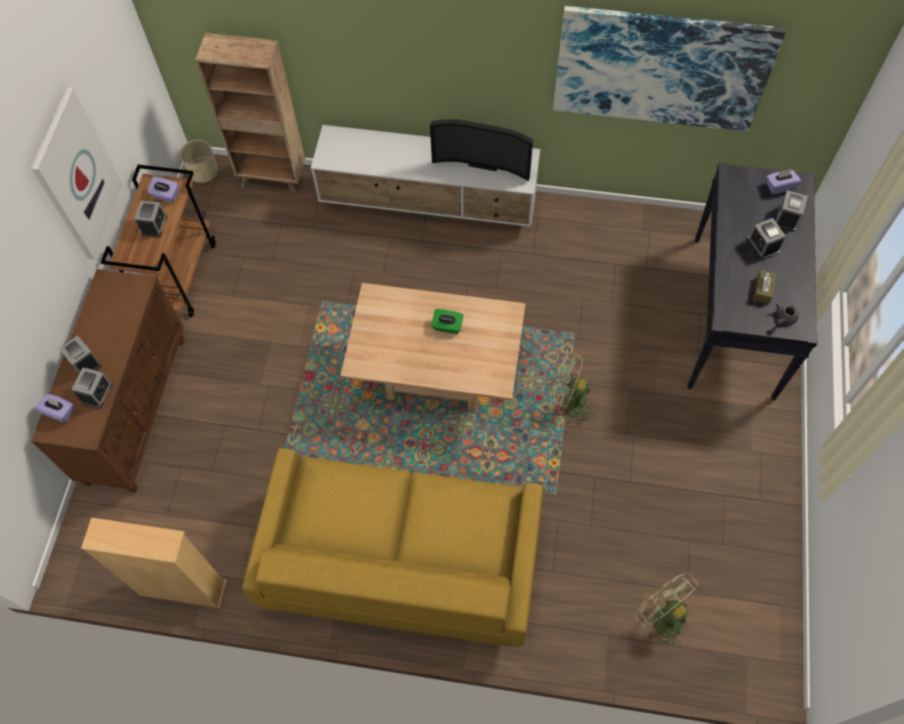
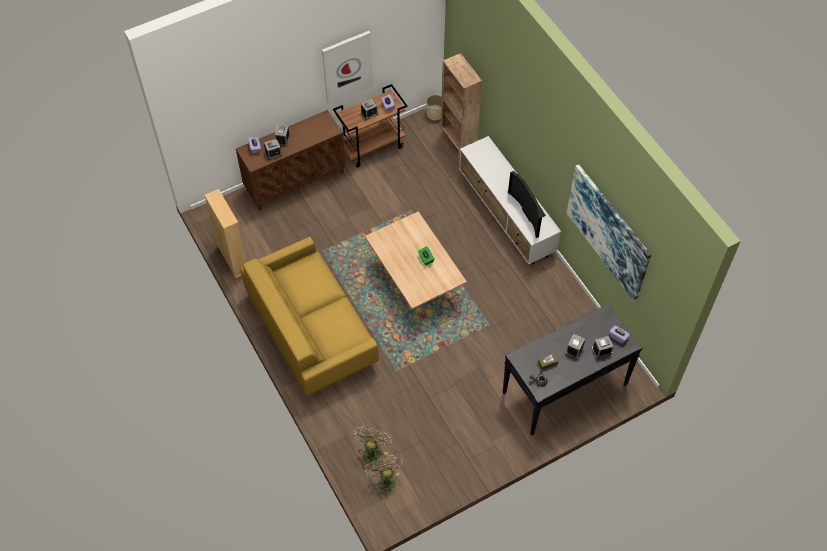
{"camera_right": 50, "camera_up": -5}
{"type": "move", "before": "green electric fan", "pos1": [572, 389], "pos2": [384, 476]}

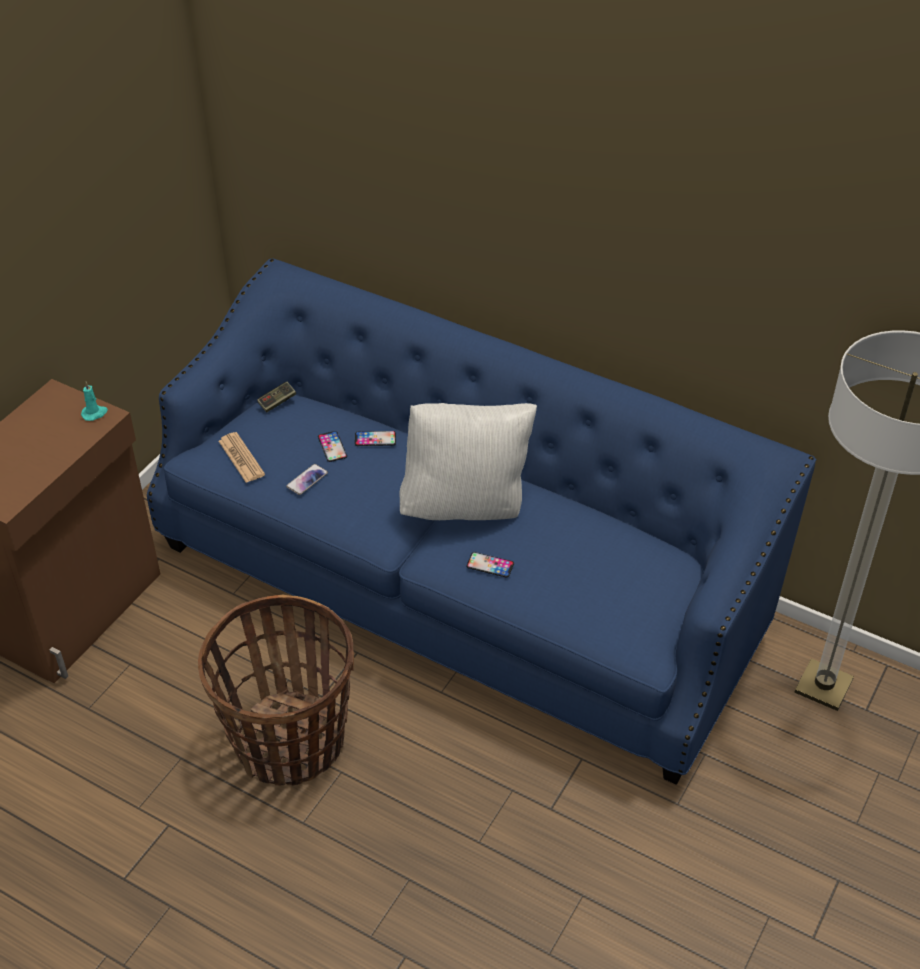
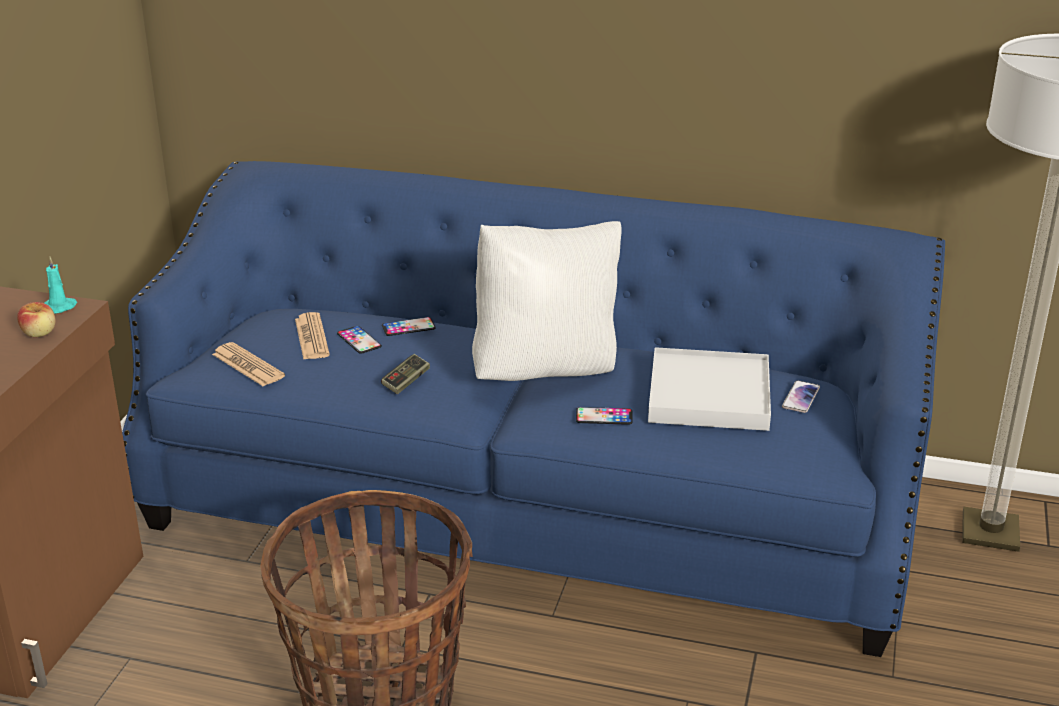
{"camera_right": -15, "camera_up": -15}
{"type": "move", "before": "gamepad", "pos1": [276, 397], "pos2": [405, 374]}
{"type": "move", "before": "phone", "pos1": [307, 479], "pos2": [801, 396]}
{"type": "insert", "after": "apple", "pos2": [36, 319]}
{"type": "insert", "after": "newspaper", "pos2": [312, 336]}
{"type": "insert", "after": "white-coloured tray", "pos2": [709, 389]}

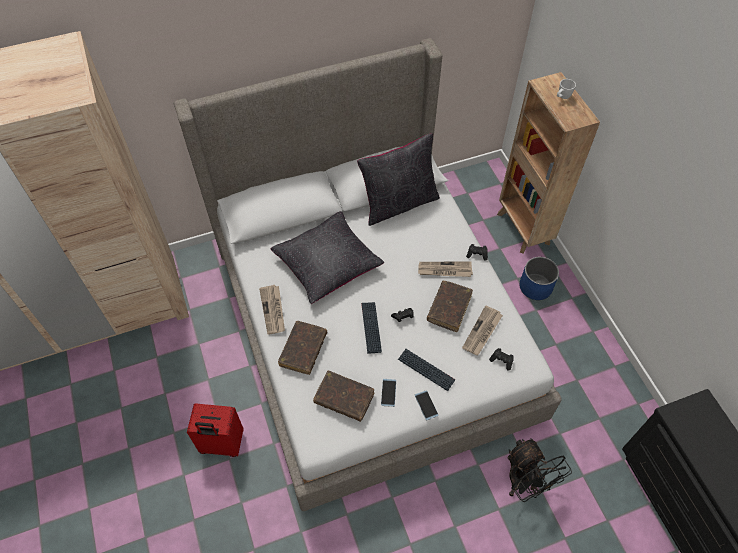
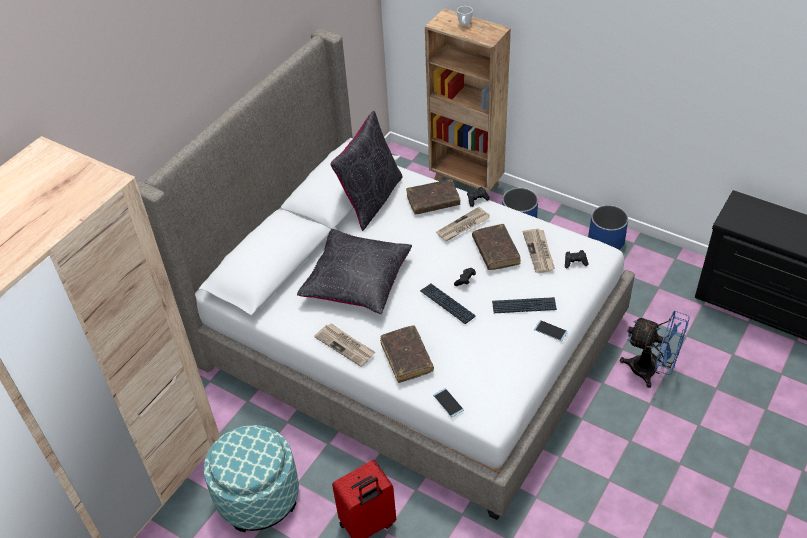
{"camera_right": -35, "camera_up": -10}
{"type": "move", "before": "brown bound book", "pos1": [343, 396], "pos2": [433, 196]}
{"type": "move", "before": "phone", "pos1": [388, 393], "pos2": [448, 402]}
{"type": "recolor", "before": "black electric fan", "after": "blue electric fan", "pos1": [539, 470], "pos2": [655, 349]}
{"type": "insert", "after": "pouffe", "pos2": [251, 478]}
{"type": "insert", "after": "blue plant pot", "pos2": [608, 227]}

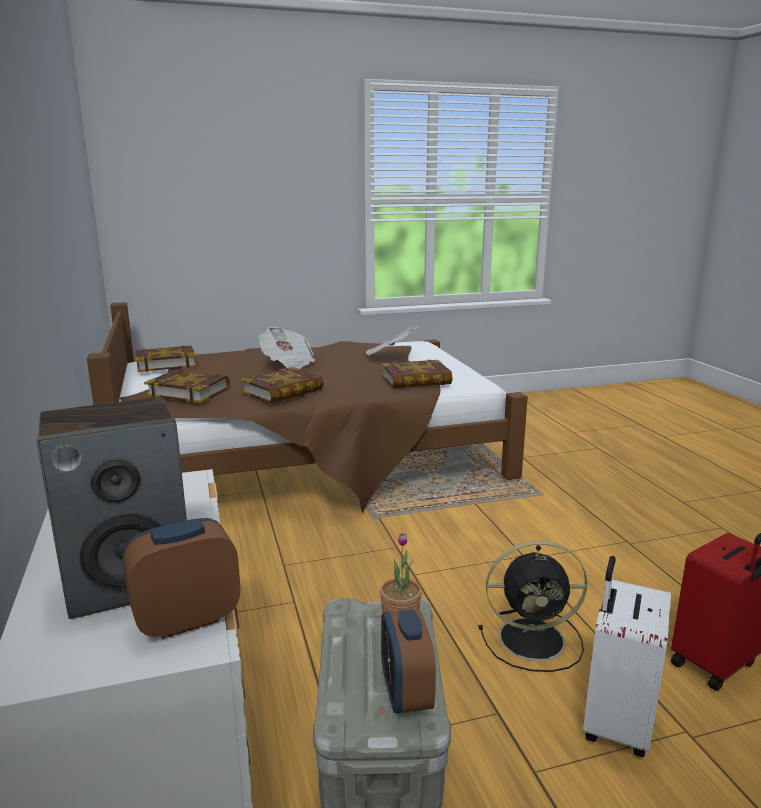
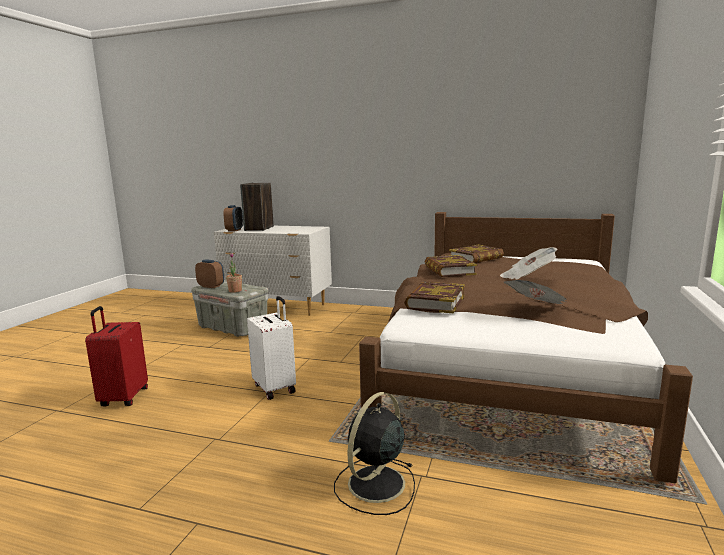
{"camera_right": 125, "camera_up": -5}
{"type": "delete", "before": "bound book", "pos1": [166, 358]}
{"type": "move", "before": "black electric fan", "pos1": [533, 606], "pos2": [374, 453]}
{"type": "move", "before": "white-coloured travel case", "pos1": [627, 656], "pos2": [271, 348]}

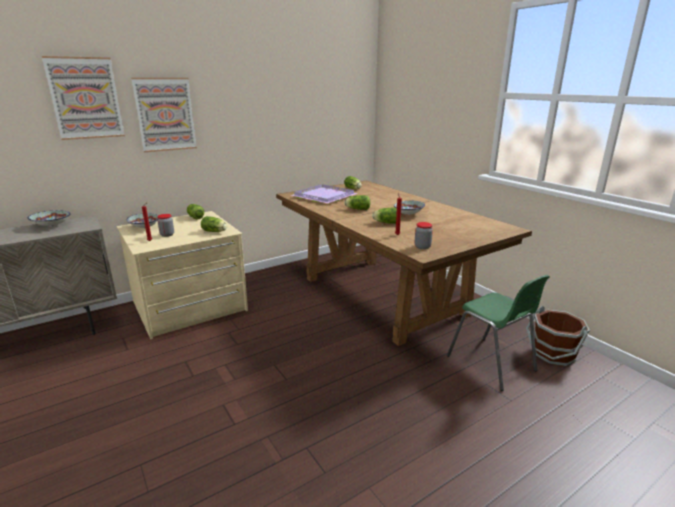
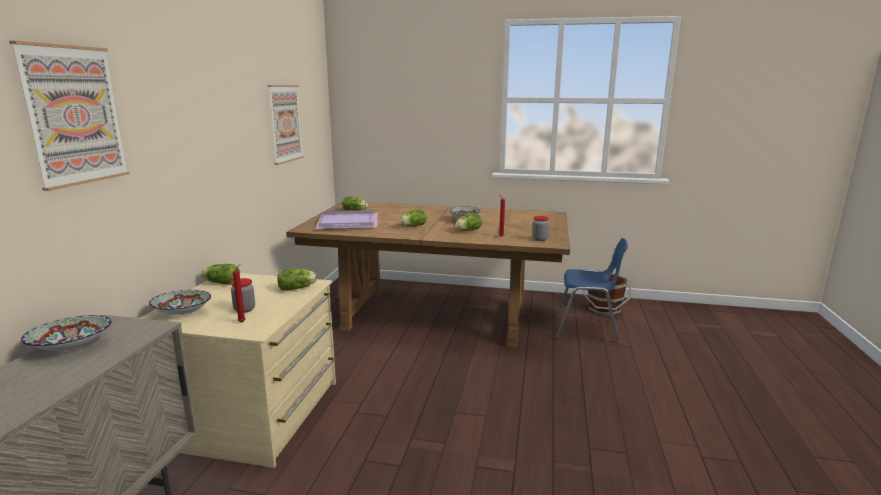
{"camera_right": -45, "camera_up": -5}
{"type": "move", "before": "wall art", "pos1": [164, 115], "pos2": [285, 125]}
{"type": "recolor", "before": "green plain chair", "after": "blue plain chair", "pos1": [498, 333], "pos2": [592, 291]}

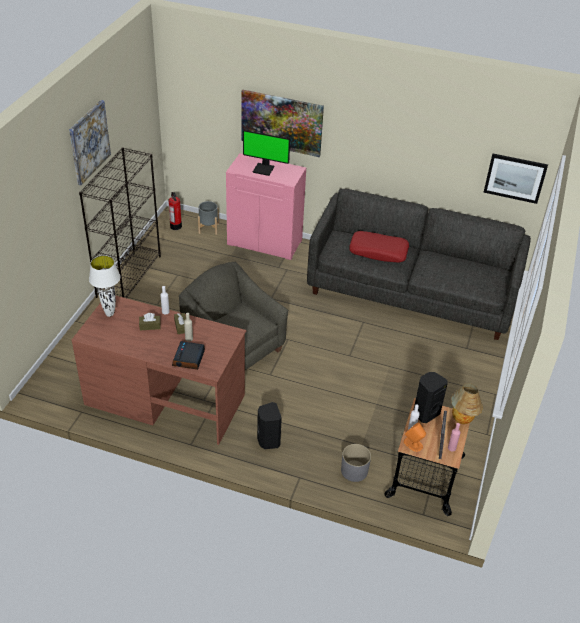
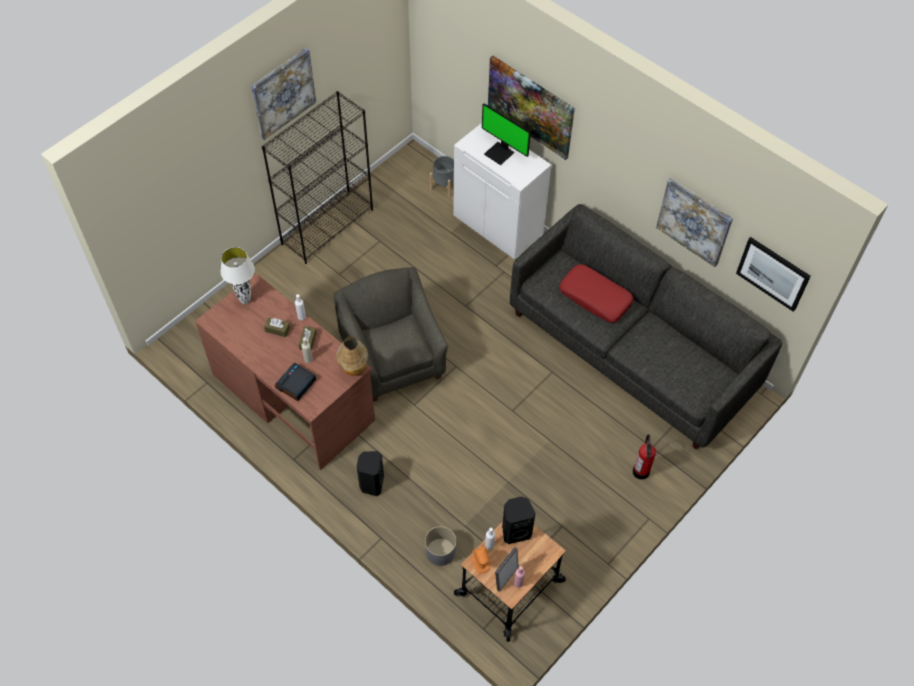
{"camera_right": 25, "camera_up": 15}
{"type": "move", "before": "extinguisher", "pos1": [175, 211], "pos2": [644, 457]}
{"type": "recolor", "before": "pink-coloured cabinet", "after": "white-coloured cabinet", "pos1": [266, 206], "pos2": [502, 191]}
{"type": "move", "before": "tabletop lamp", "pos1": [467, 403], "pos2": [352, 356]}
{"type": "insert", "after": "wall art", "pos2": [694, 222]}

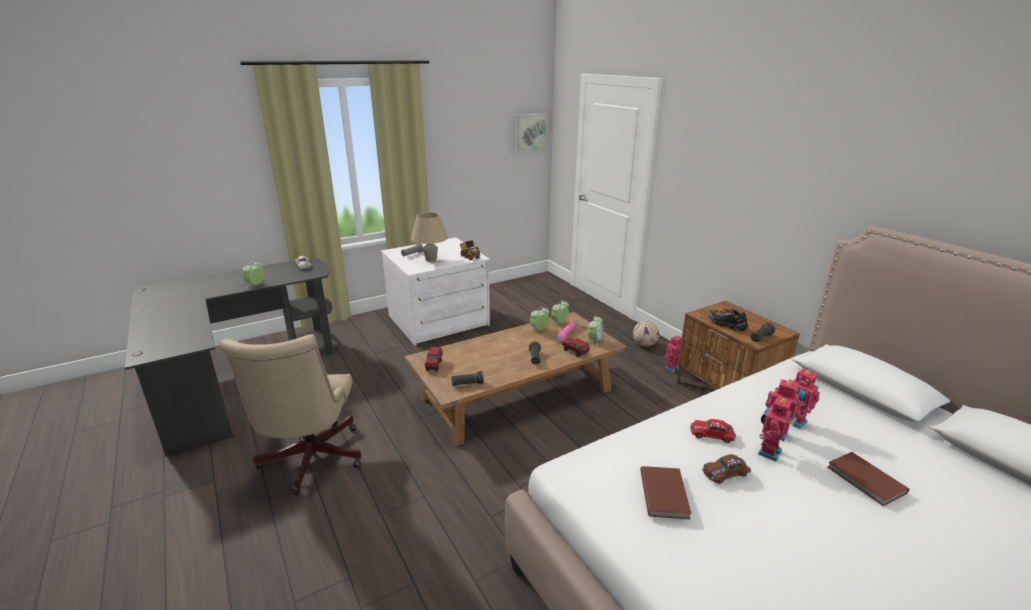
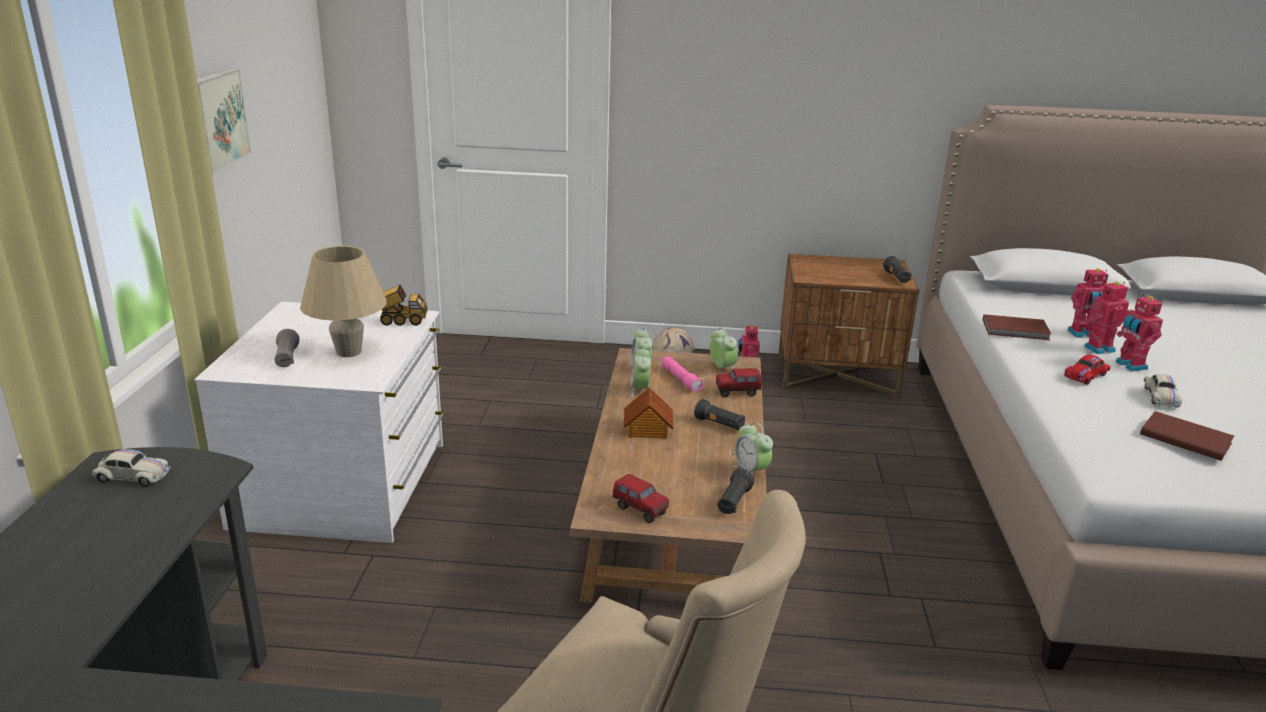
{"camera_right": -55, "camera_up": 0}
{"type": "move", "before": "alarm clock", "pos1": [254, 274], "pos2": [753, 452]}
{"type": "move", "before": "wall art", "pos1": [531, 133], "pos2": [224, 120]}
{"type": "recolor", "before": "brown model car", "after": "white-coloured model car", "pos1": [726, 469], "pos2": [1163, 390]}
{"type": "delete", "before": "black item of footwear", "pos1": [728, 320]}
{"type": "move", "before": "brown bound book", "pos1": [868, 479], "pos2": [1017, 327]}
{"type": "insert", "after": "toy house", "pos2": [649, 413]}

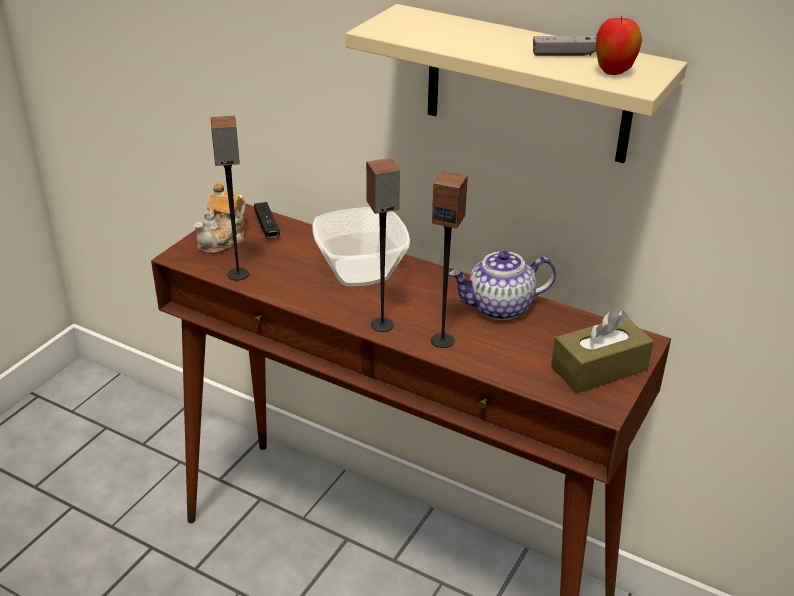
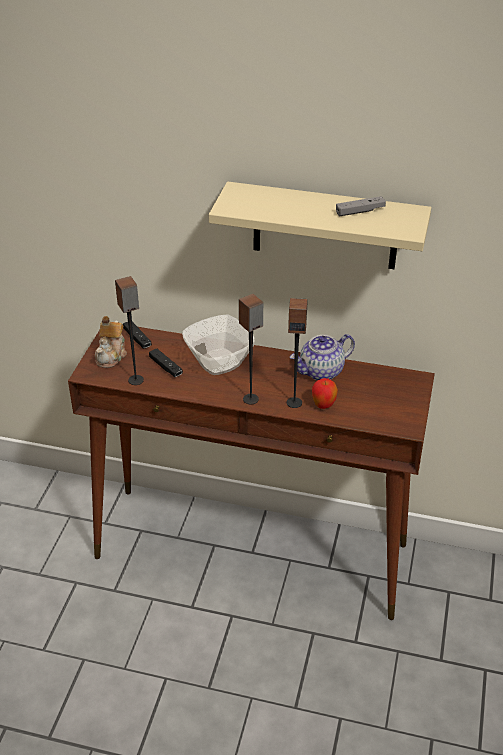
{"camera_right": -15, "camera_up": 5}
{"type": "delete", "before": "brown box of tissues", "pos1": [602, 351]}
{"type": "move", "before": "apple", "pos1": [619, 45], "pos2": [325, 393]}
{"type": "insert", "after": "black gamepad", "pos2": [166, 363]}

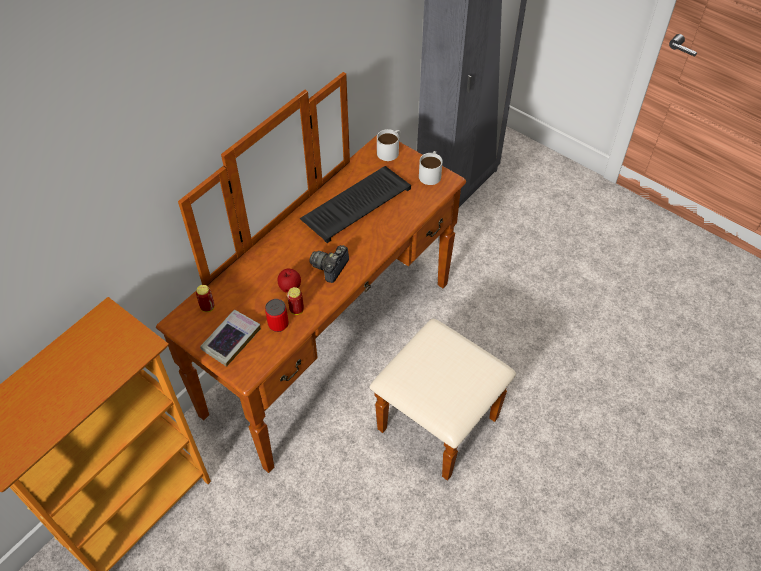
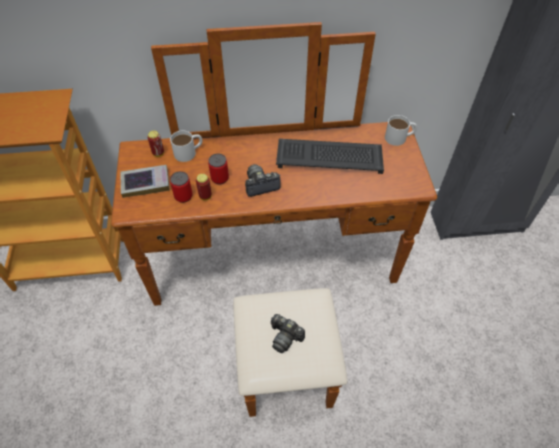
{"camera_right": 45, "camera_up": 0}
{"type": "replace", "before": "apple", "after": "sealed can", "pos1": [289, 281], "pos2": [218, 169]}
{"type": "move", "before": "white-coloured mug", "pos1": [431, 168], "pos2": [186, 146]}
{"type": "insert", "after": "photo camera", "pos2": [288, 333]}

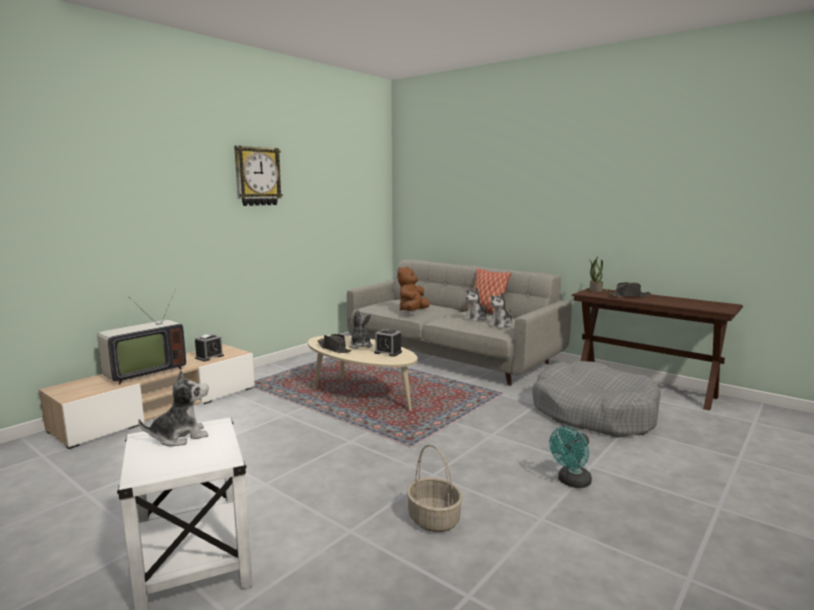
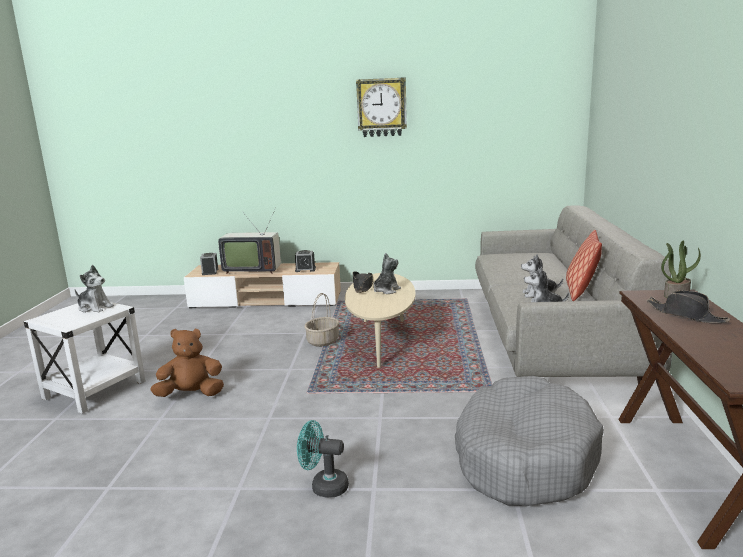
{"camera_right": 55, "camera_up": 5}
{"type": "move", "before": "alarm clock", "pos1": [388, 343], "pos2": [209, 264]}
{"type": "move", "before": "brown soft toy", "pos1": [414, 289], "pos2": [187, 362]}
{"type": "move", "before": "basket", "pos1": [434, 488], "pos2": [321, 320]}

